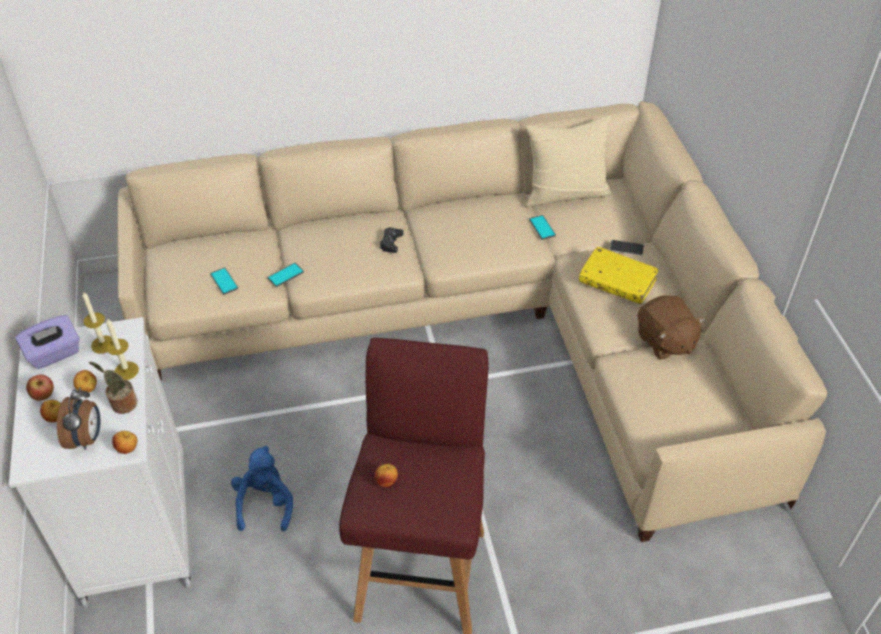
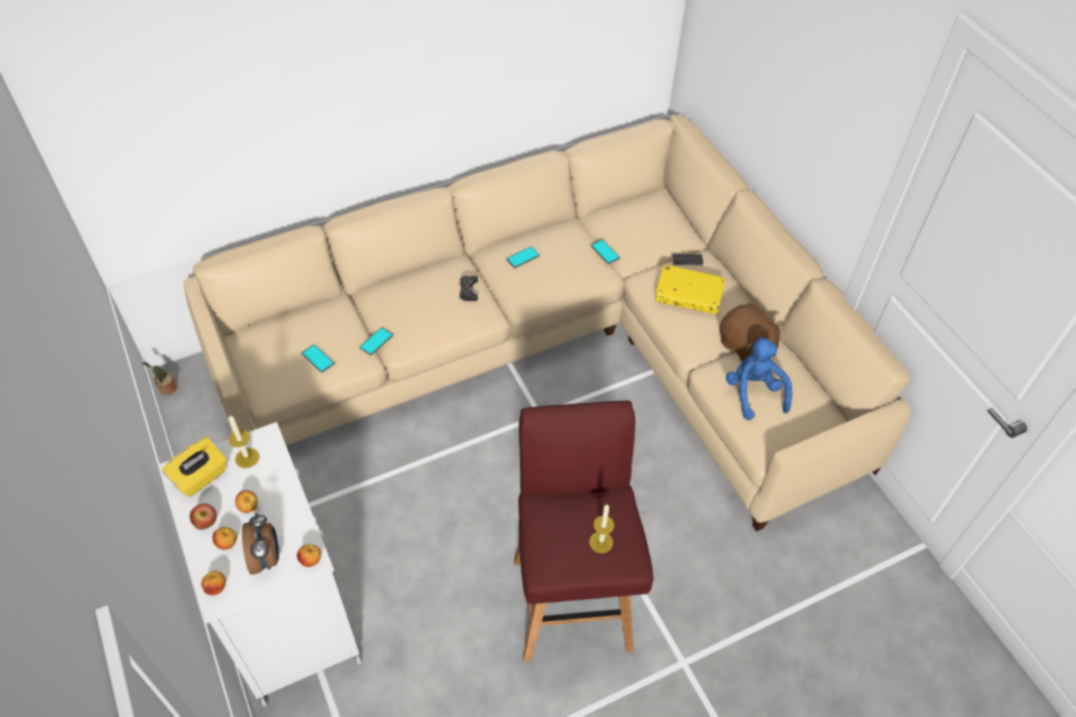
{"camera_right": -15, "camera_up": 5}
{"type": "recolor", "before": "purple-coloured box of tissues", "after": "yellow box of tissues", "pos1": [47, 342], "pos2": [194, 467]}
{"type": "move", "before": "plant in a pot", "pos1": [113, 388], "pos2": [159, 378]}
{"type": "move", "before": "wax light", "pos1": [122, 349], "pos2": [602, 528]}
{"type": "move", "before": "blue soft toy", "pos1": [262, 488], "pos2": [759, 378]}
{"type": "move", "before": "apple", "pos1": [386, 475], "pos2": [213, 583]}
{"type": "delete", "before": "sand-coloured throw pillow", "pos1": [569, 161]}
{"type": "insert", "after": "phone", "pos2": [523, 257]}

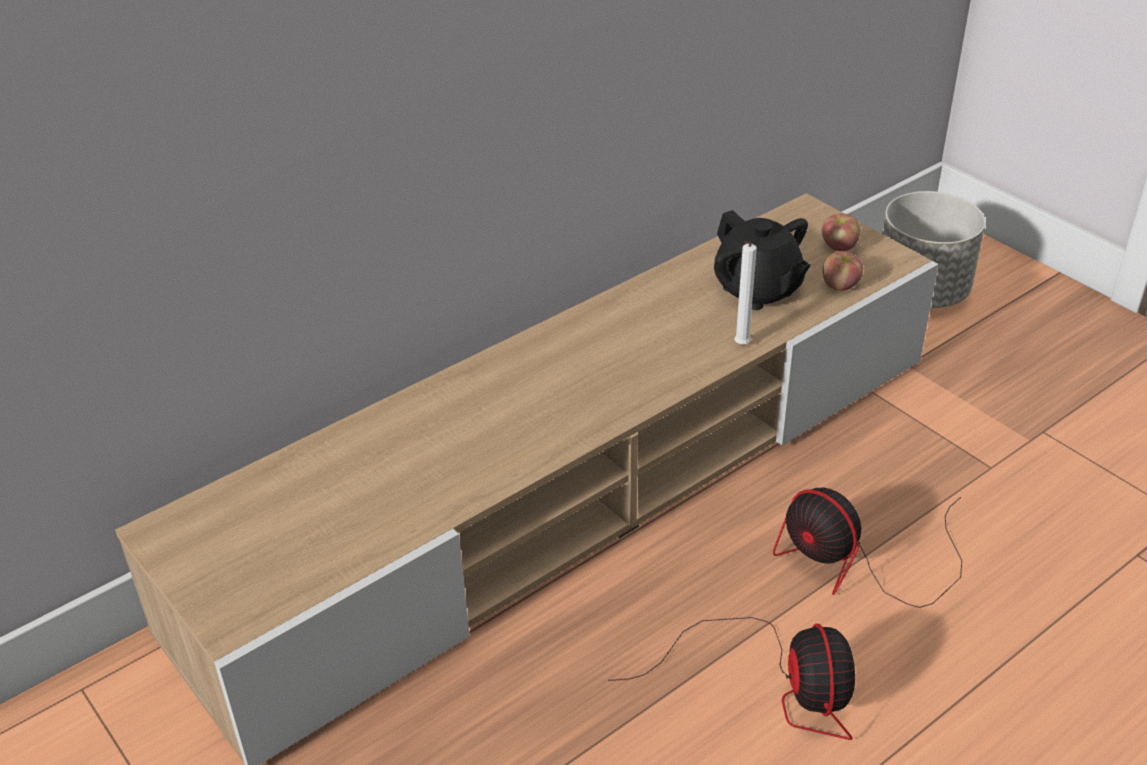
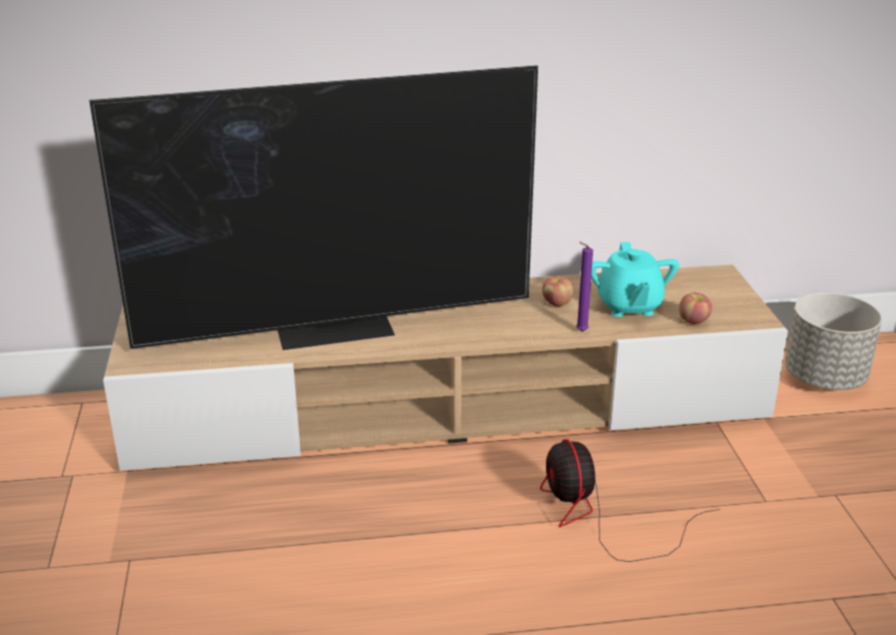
{"camera_right": 30, "camera_up": -10}
{"type": "delete", "before": "electric fan", "pos1": [731, 678]}
{"type": "recolor", "before": "black pot for tea", "after": "turquoise pot for tea", "pos1": [762, 260], "pos2": [635, 279]}
{"type": "recolor", "before": "white-coloured wax light", "after": "purple-coloured wax light", "pos1": [745, 293], "pos2": [584, 286]}
{"type": "move", "before": "apple", "pos1": [841, 232], "pos2": [558, 291]}
{"type": "insert", "after": "television", "pos2": [313, 207]}

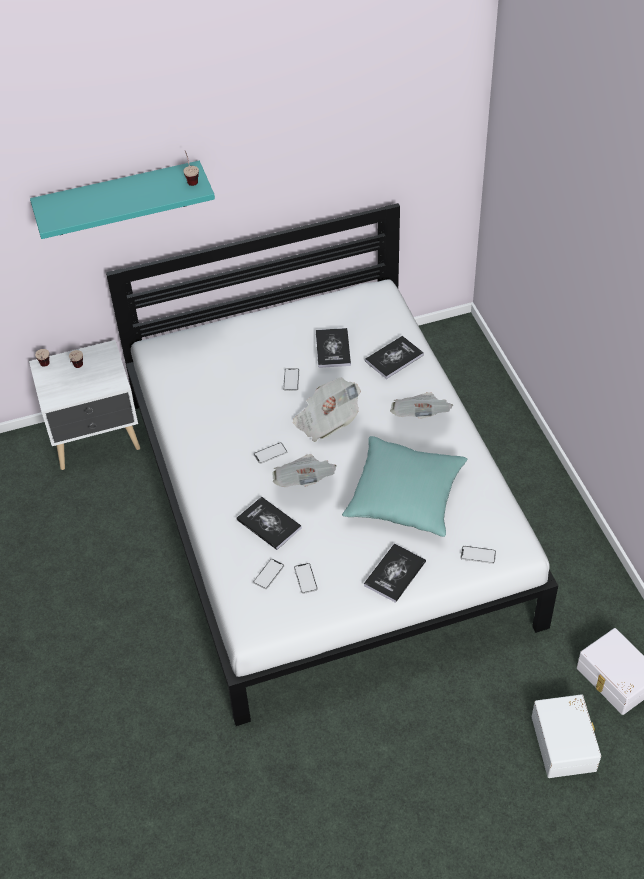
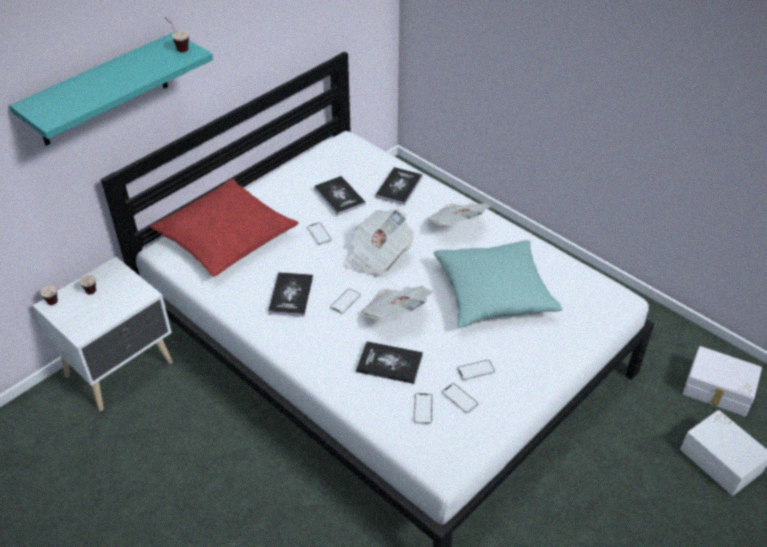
{"camera_right": -30, "camera_up": -5}
{"type": "move", "before": "bound book", "pos1": [395, 573], "pos2": [290, 294]}
{"type": "move", "before": "phone", "pos1": [478, 555], "pos2": [476, 370]}
{"type": "insert", "after": "red-coloured throw pillow", "pos2": [224, 228]}

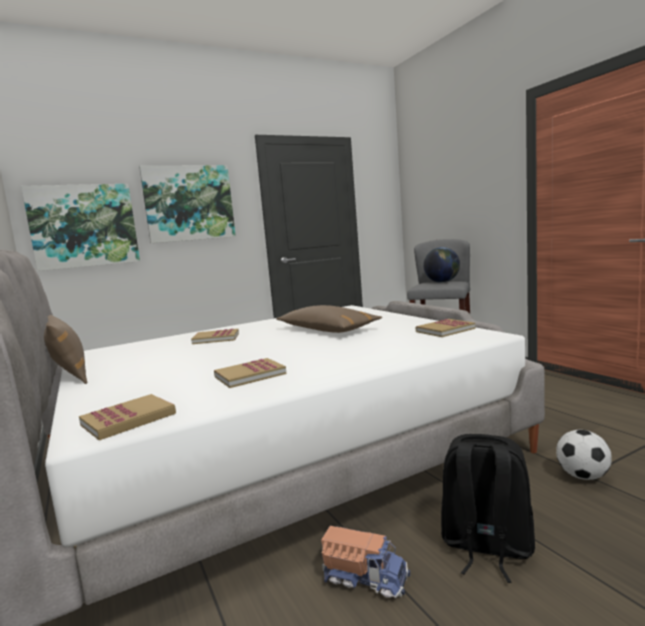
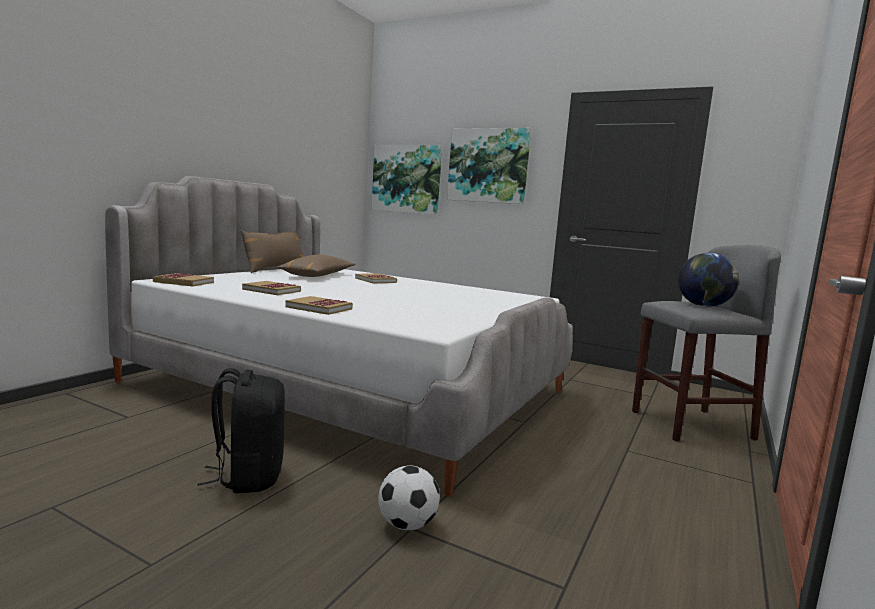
{"camera_right": 55, "camera_up": 0}
{"type": "move", "before": "brown throw pillow", "pos1": [329, 319], "pos2": [316, 266]}
{"type": "delete", "before": "toy lorry", "pos1": [365, 562]}
{"type": "move", "before": "bound book", "pos1": [445, 328], "pos2": [319, 305]}

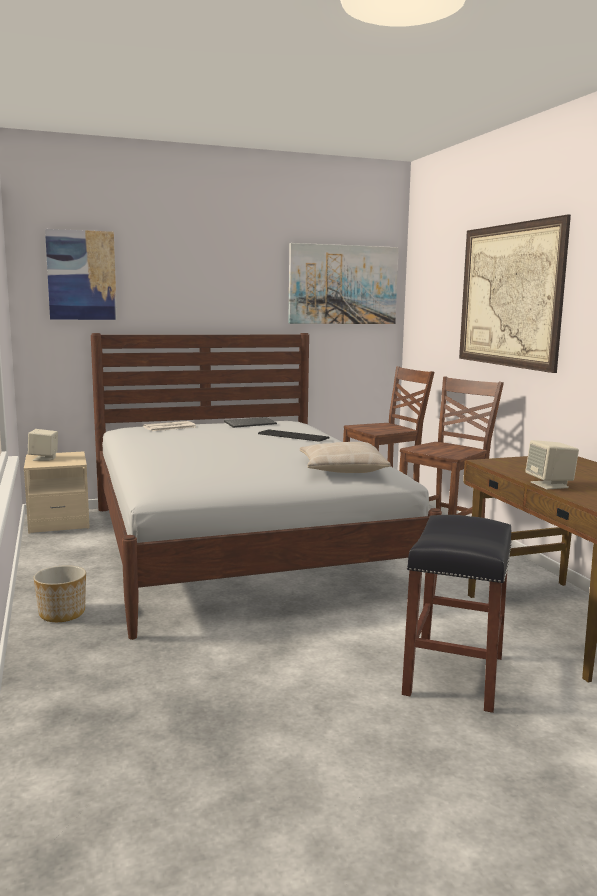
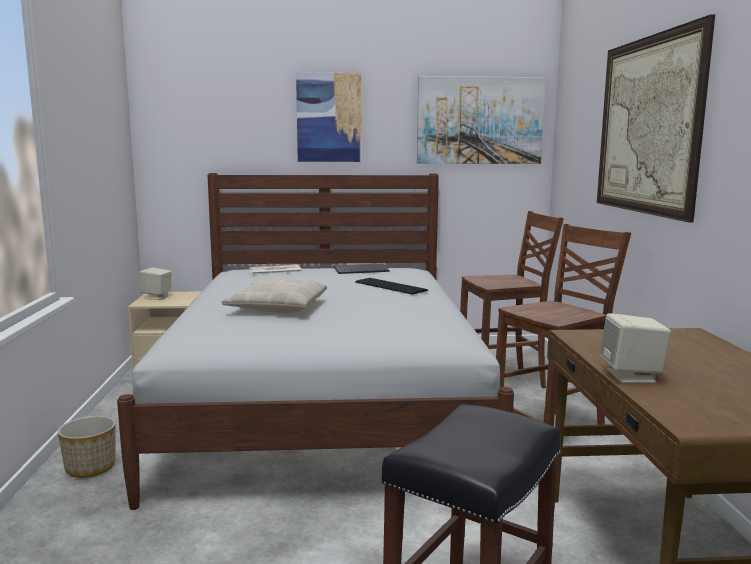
{"camera_right": 15, "camera_up": 0}
{"type": "move", "before": "wall art", "pos1": [81, 274], "pos2": [329, 117]}
{"type": "move", "before": "sand-coloured throw pillow", "pos1": [345, 457], "pos2": [274, 296]}

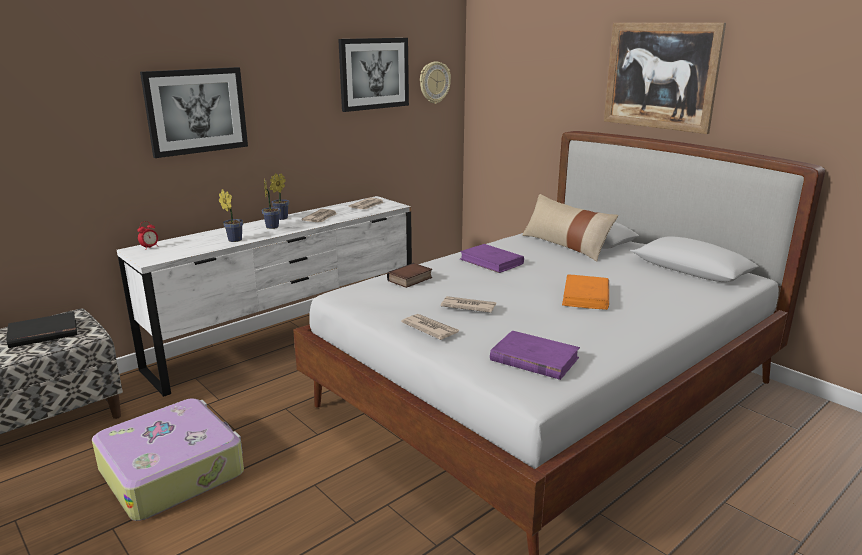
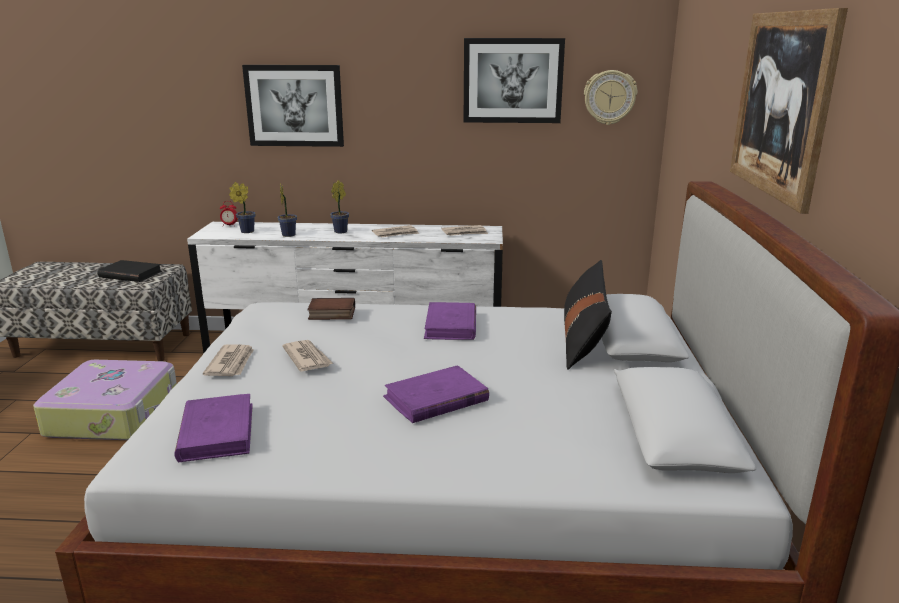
{"camera_right": 45, "camera_up": 0}
{"type": "move", "before": "plant in a pot", "pos1": [279, 196], "pos2": [242, 207]}
{"type": "recolor", "before": "sand-coloured throw pillow", "after": "black throw pillow", "pos1": [570, 227], "pos2": [588, 315]}
{"type": "recolor", "before": "orange-coloured bound book", "after": "purple-coloured bound book", "pos1": [585, 292], "pos2": [436, 394]}

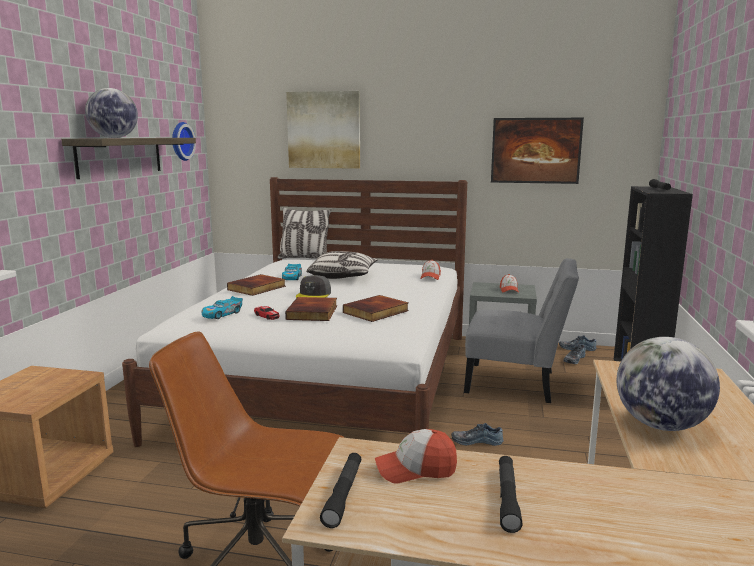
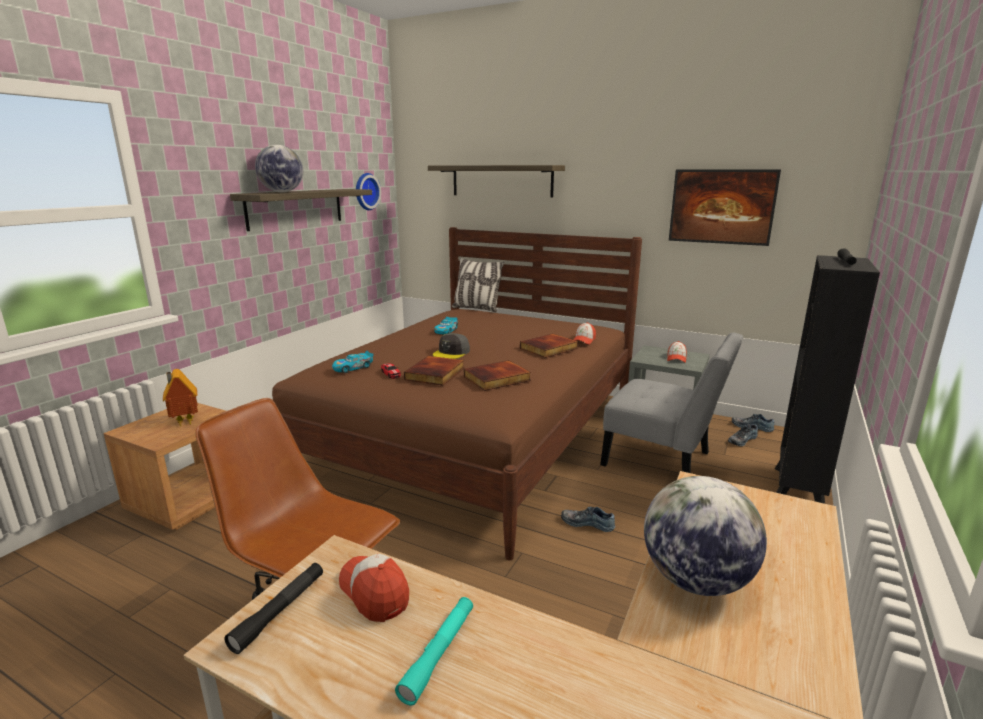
{"camera_right": 15, "camera_up": 5}
{"type": "recolor", "before": "white-coloured bedroom bed", "after": "brown bedroom bed", "pos1": [294, 312], "pos2": [457, 393]}
{"type": "move", "before": "bound book", "pos1": [256, 285], "pos2": [549, 346]}
{"type": "replace", "before": "wall art", "after": "wall shelf", "pos1": [323, 130], "pos2": [496, 181]}
{"type": "delete", "before": "throw pillow", "pos1": [342, 265]}
{"type": "rotate", "before": "peaked cap", "pos1": [416, 456], "pos2": [374, 588], "turn": 45}
{"type": "recolor", "before": "black torch", "after": "turquoise torch", "pos1": [511, 494], "pos2": [434, 651]}
{"type": "insert", "after": "toy house", "pos2": [180, 397]}

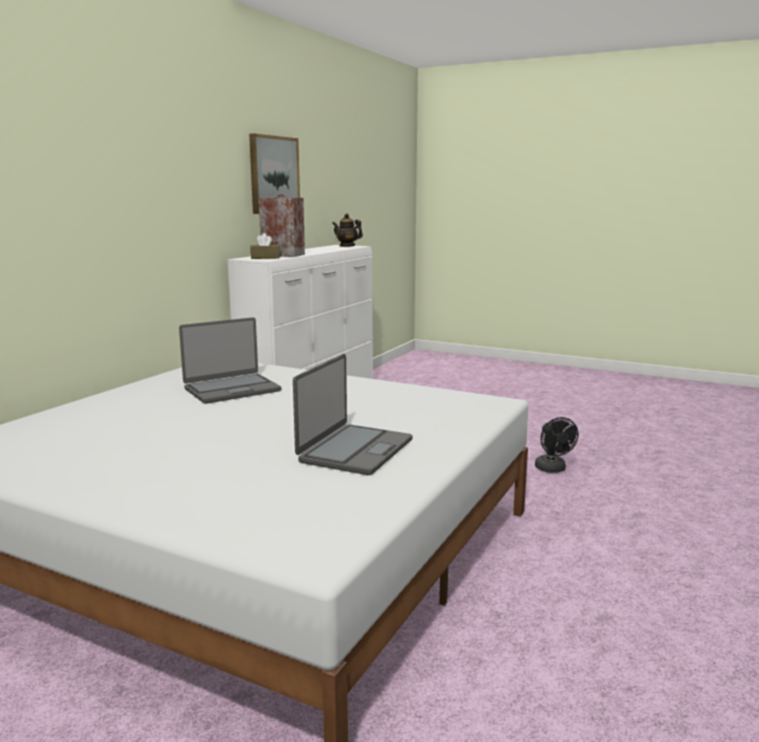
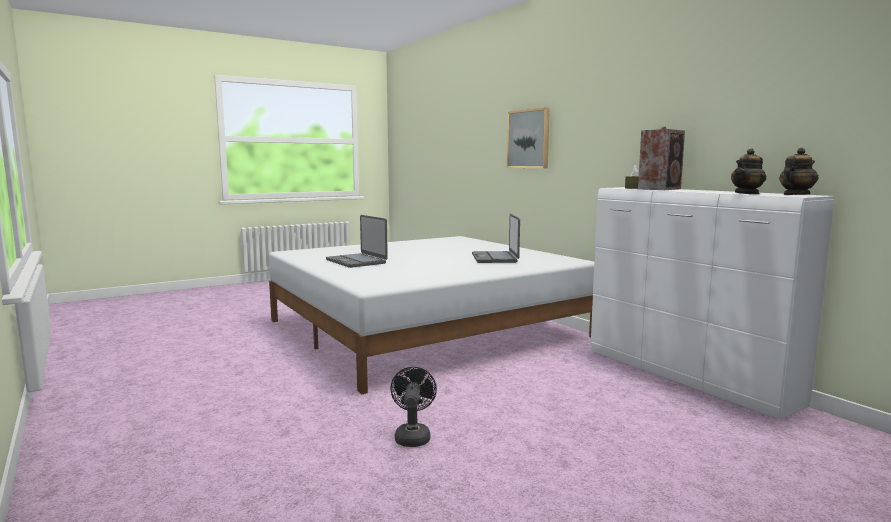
{"camera_right": 120, "camera_up": -5}
{"type": "move", "before": "wall art", "pos1": [274, 173], "pos2": [528, 138]}
{"type": "rotate", "before": "black electric fan", "pos1": [557, 445], "pos2": [414, 407], "turn": 75}
{"type": "insert", "after": "pot for tea", "pos2": [748, 171]}

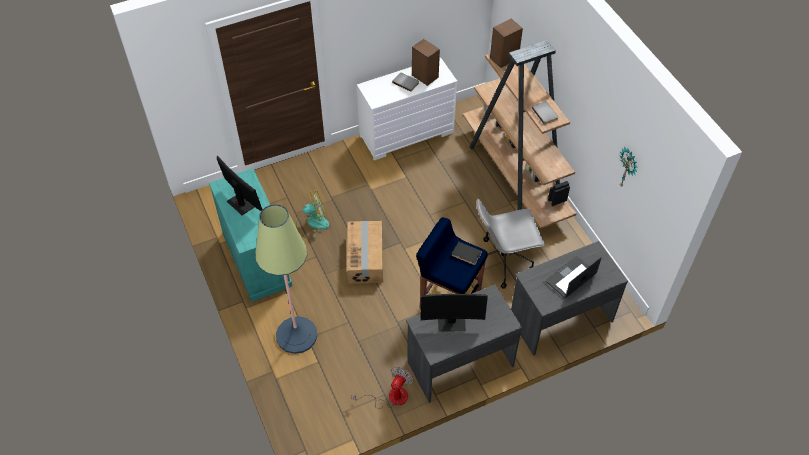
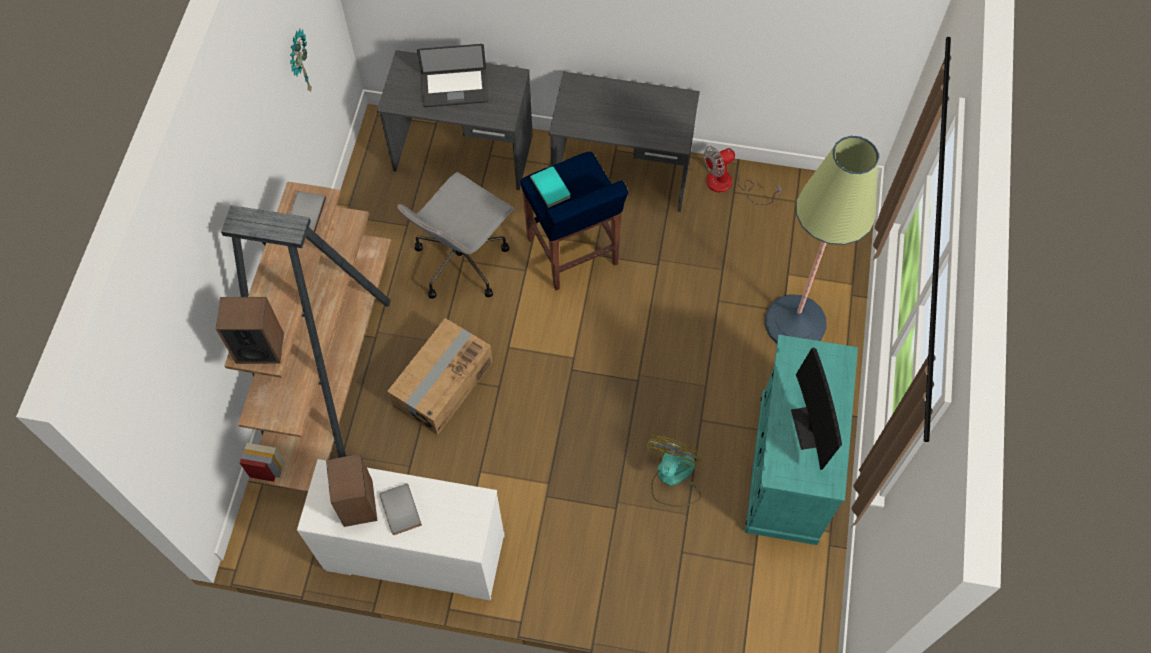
{"camera_right": -145, "camera_up": 10}
{"type": "rotate", "before": "electric fan", "pos1": [313, 215], "pos2": [674, 471], "turn": 90}
{"type": "move", "before": "carton", "pos1": [365, 252], "pos2": [440, 376]}
{"type": "delete", "before": "computer display", "pos1": [454, 313]}
{"type": "recolor", "before": "black bound book", "after": "turquoise bound book", "pos1": [467, 253], "pos2": [550, 187]}
{"type": "rotate", "before": "gray computer chair", "pos1": [510, 244], "pos2": [455, 235], "turn": 105}

